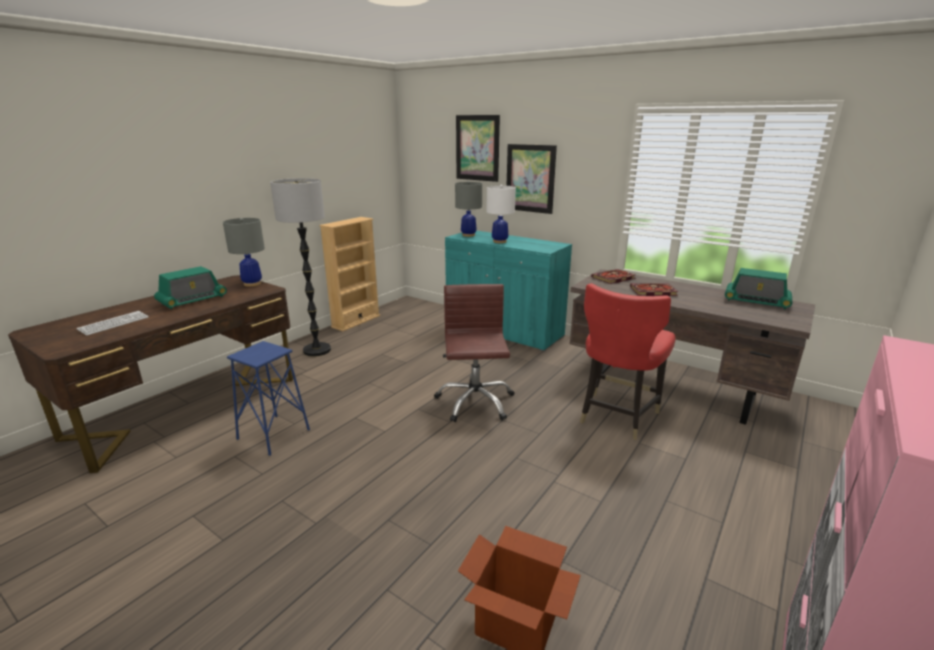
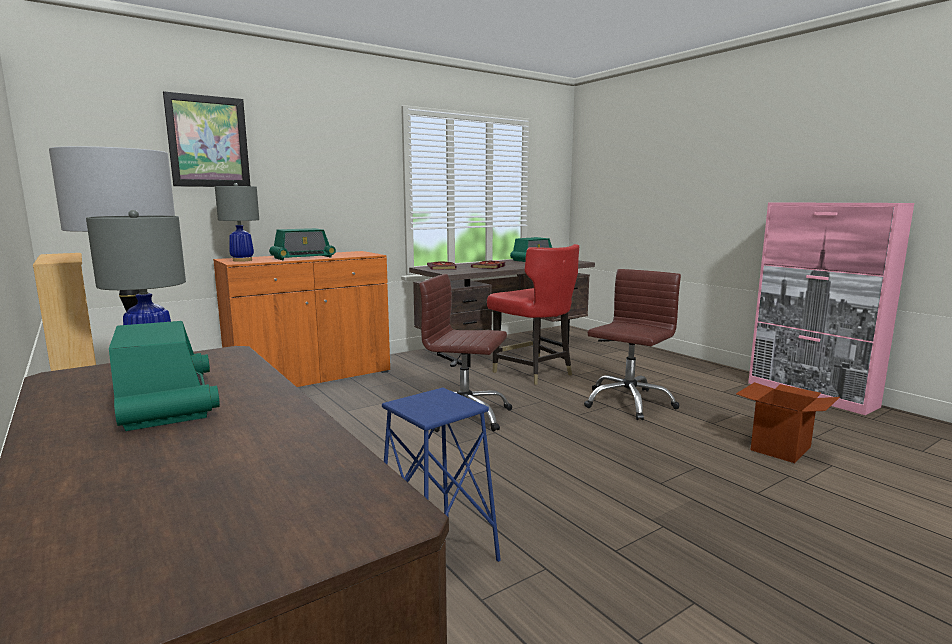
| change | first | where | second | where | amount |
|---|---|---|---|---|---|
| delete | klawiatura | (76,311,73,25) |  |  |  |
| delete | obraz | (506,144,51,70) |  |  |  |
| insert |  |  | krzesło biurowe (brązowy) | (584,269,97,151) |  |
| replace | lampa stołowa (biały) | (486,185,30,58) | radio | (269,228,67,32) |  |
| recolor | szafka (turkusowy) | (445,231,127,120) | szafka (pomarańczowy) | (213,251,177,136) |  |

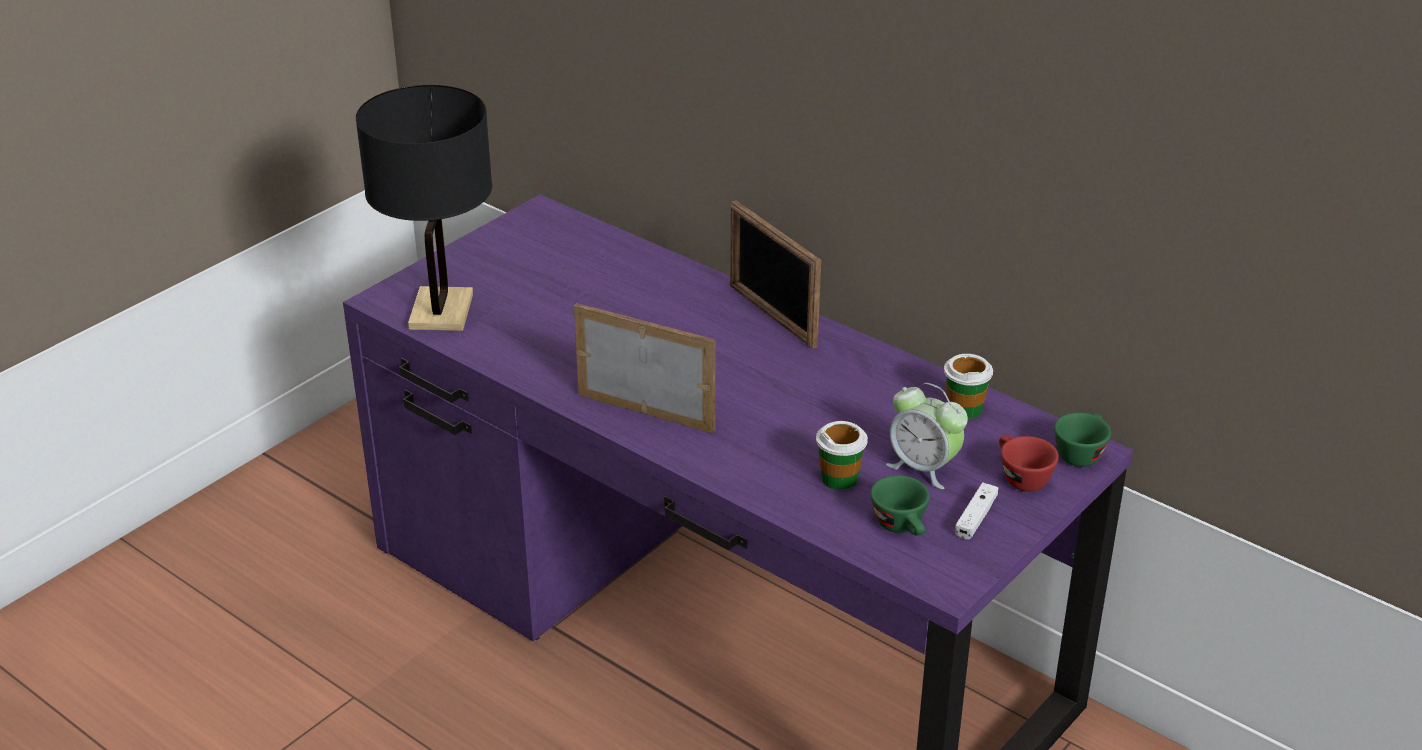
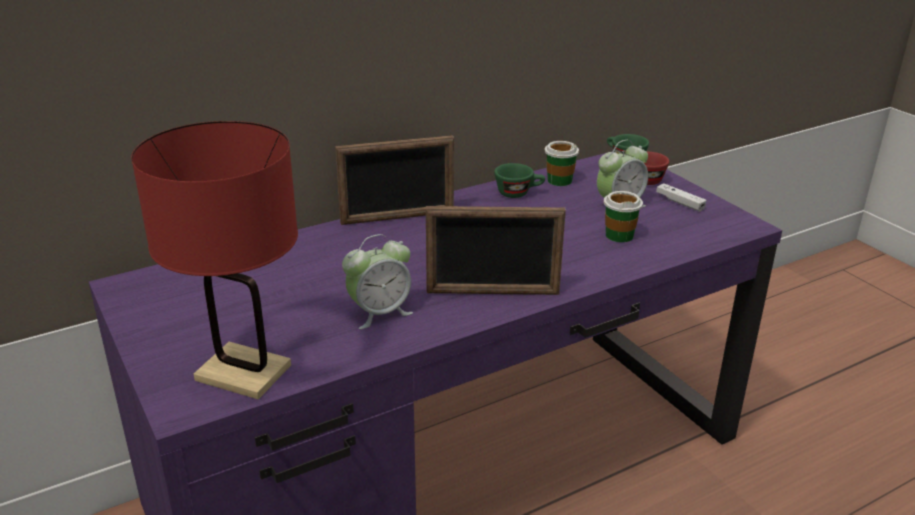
| change | first | where | second | where | amount |
|---|---|---|---|---|---|
| insert |  |  | budzik | (342,234,71,95) |  |
| move | filiżanka (zielony) | (871,475,59,60) |  | (494,163,51,35) |  |
| recolor | lampa stołowa (czarny) | (356,85,136,246) | lampa stołowa (czerwony) | (131,121,167,279) |  |
| rotate | ramka na zdjęcie | (574,303,141,130) |  | (426,206,140,89) | 135 degrees counterclockwise |

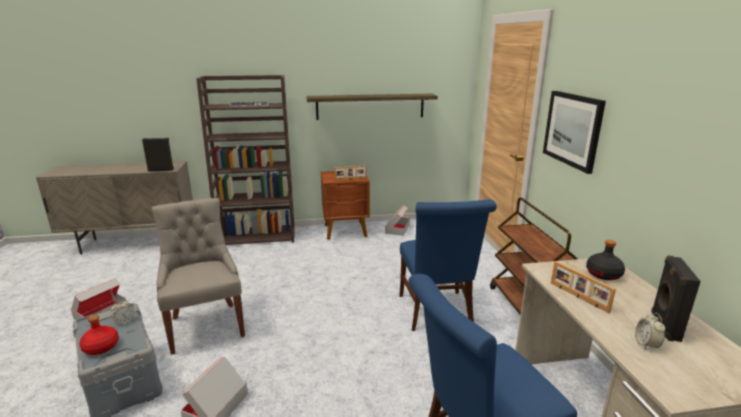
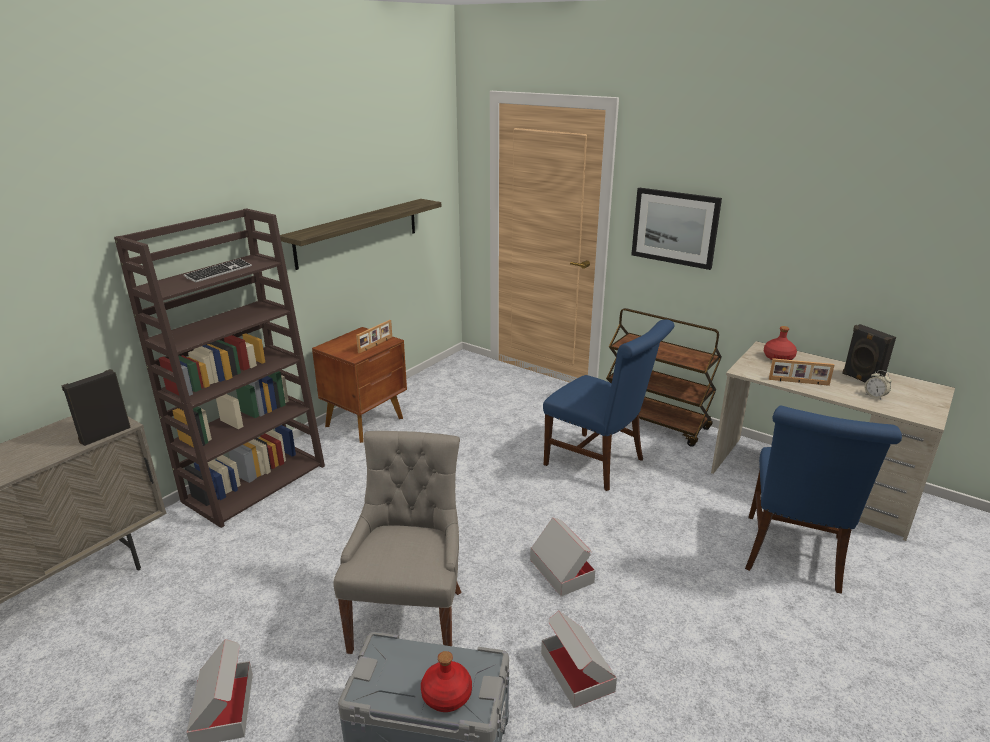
| change | first | where | second | where | amount |
|---|---|---|---|---|---|
| delete | budzik | (111,299,23,27) |  |  |  |
| move | karton | (385,205,25,31) |  | (530,517,65,80) |  |
| recolor | butelka (czarny) | (586,240,39,40) | butelka (czerwony) | (764,326,33,34) |  |
| rotate | krzesło (szary) | (152,198,93,157) |  | (333,431,129,223) | 75 degrees clockwise |

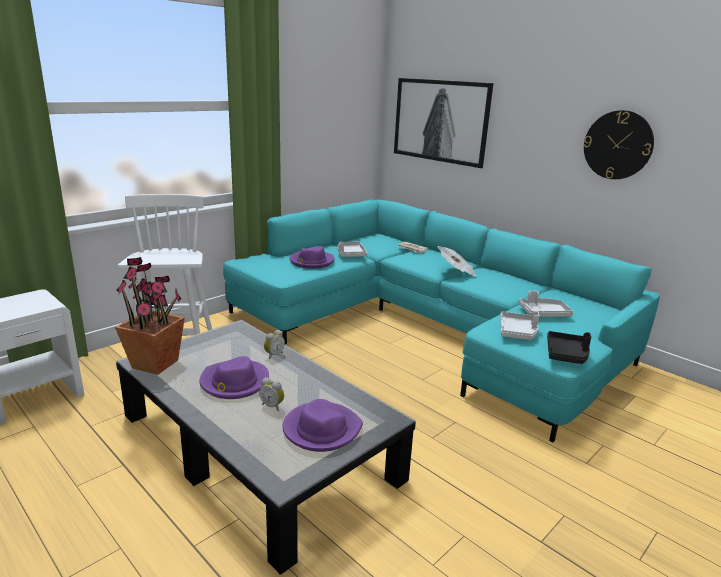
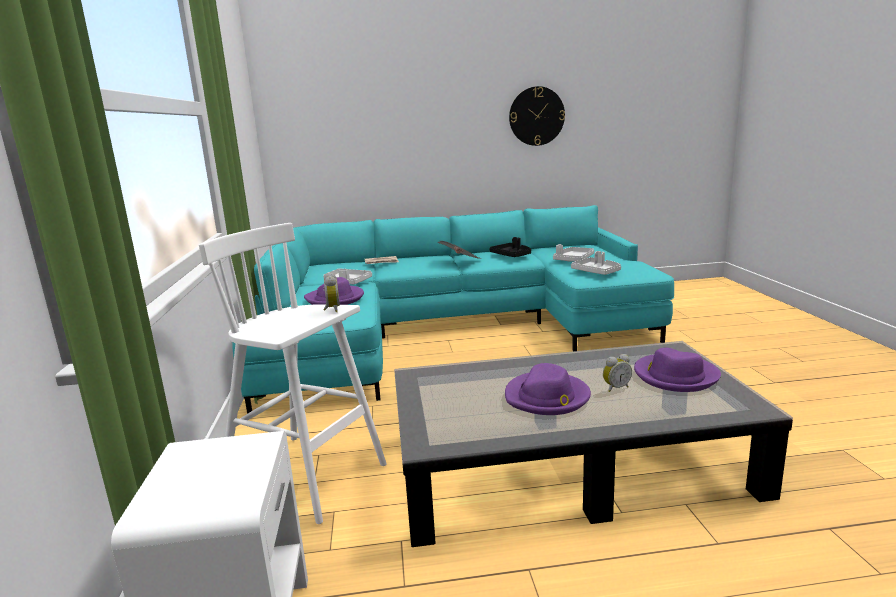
| change | first | where | second | where | amount |
|---|---|---|---|---|---|
| delete | roślina doniczkowa | (115,257,70,118) |  |  |  |
| delete | obraz | (394,78,99,90) |  |  |  |
| move | budzik | (264,330,21,29) |  | (324,272,16,40) |  |
| move | taca (czarny) | (547,331,44,33) |  | (490,237,41,20) |  |

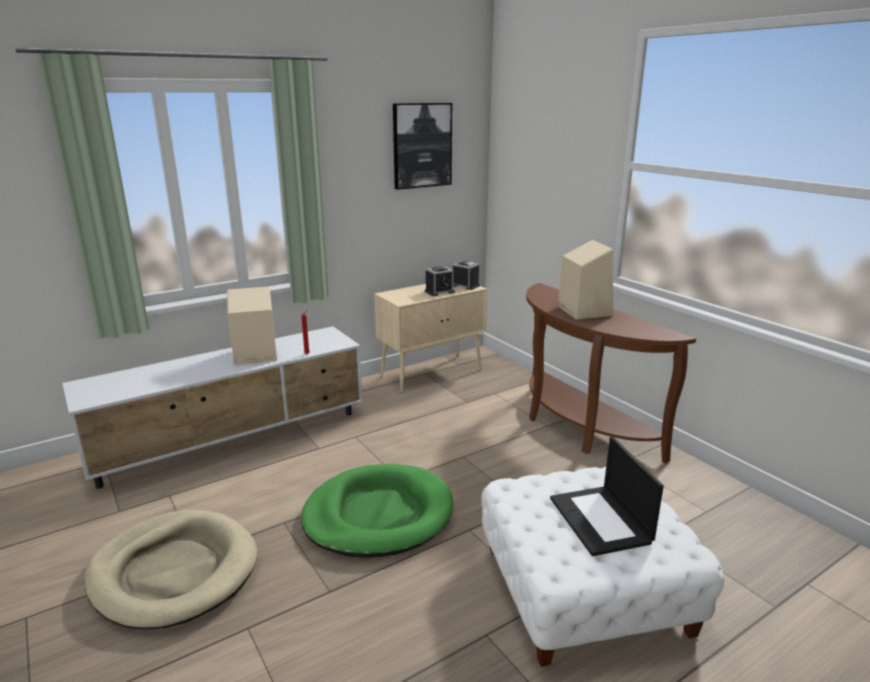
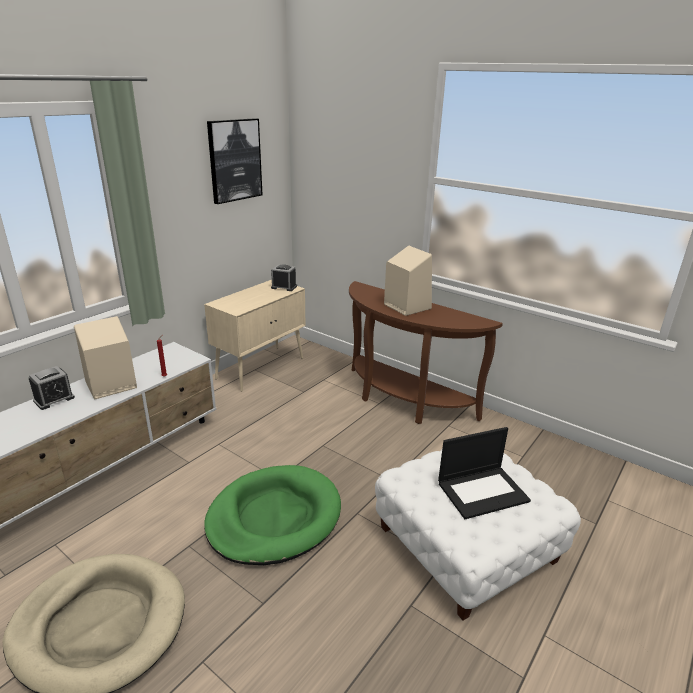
| change | first | where | second | where | amount |
|---|---|---|---|---|---|
| move | budzik | (425,266,30,30) |  | (29,366,46,44) |  |
| rotate | laptop | (550,437,114,119) |  | (438,427,93,92) | 75 degrees counterclockwise |

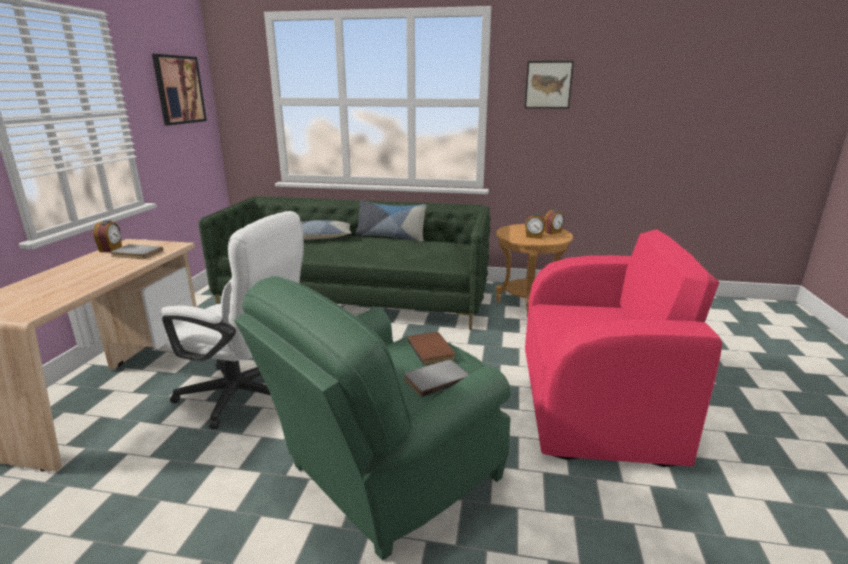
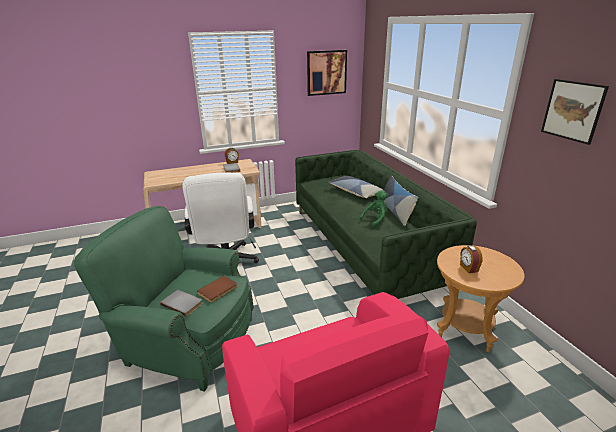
| change | first | where | second | where | amount |
|---|---|---|---|---|---|
| delete | budzik | (544,210,21,25) |  |  |  |
| insert |  |  | pluszak (zielony) | (359,190,29,38) |  |

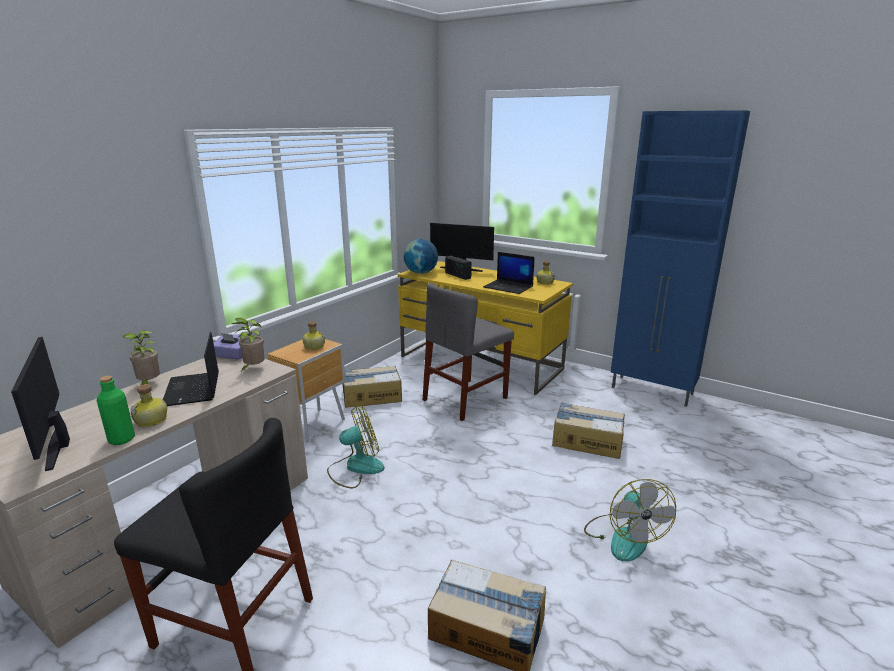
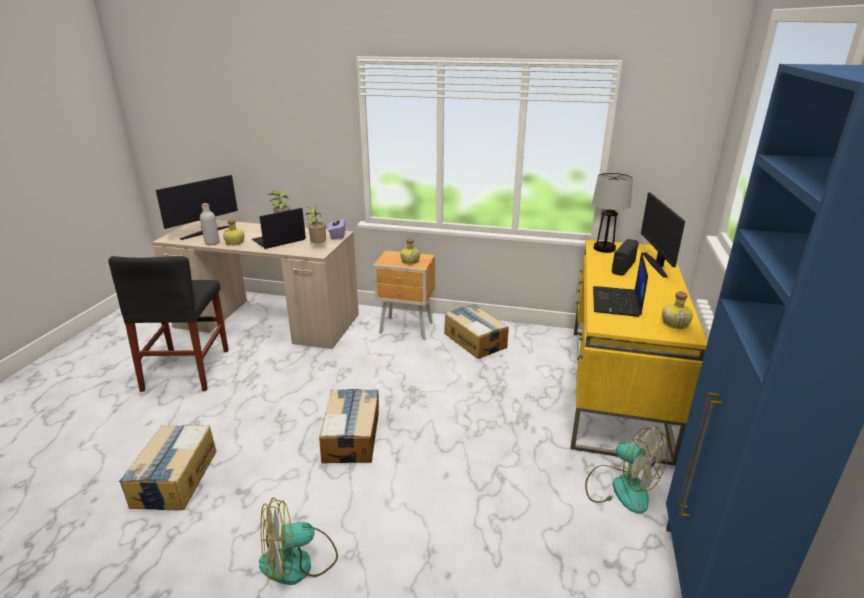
| change | first | where | second | where | amount |
|---|---|---|---|---|---|
| delete | krzesło (szary) | (423,283,91,138) |  |  |  |
| move | wentylator | (327,405,57,83) |  | (585,426,84,88) |  |
| move | karton | (552,402,73,57) |  | (319,389,60,74) |  |
| replace | globus | (404,239,34,35) | lampa stołowa | (592,173,41,80) |  |
| recolor | butelka (zielony) | (97,376,38,69) | butelka (szary) | (200,203,20,42) |  |

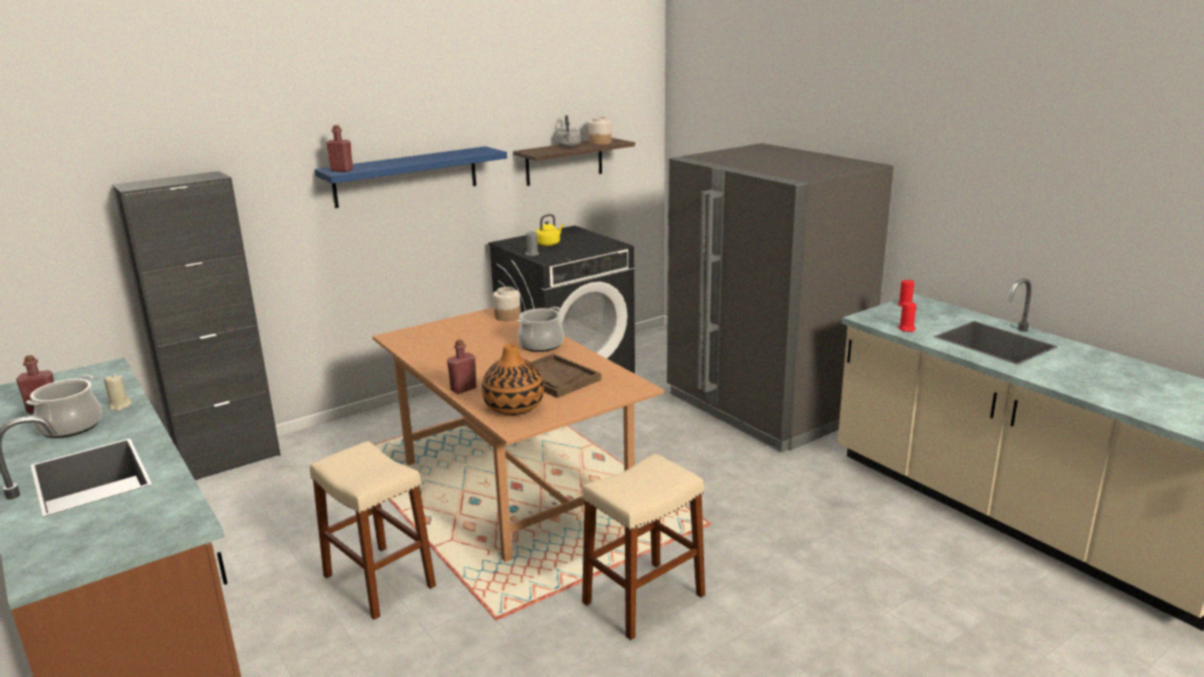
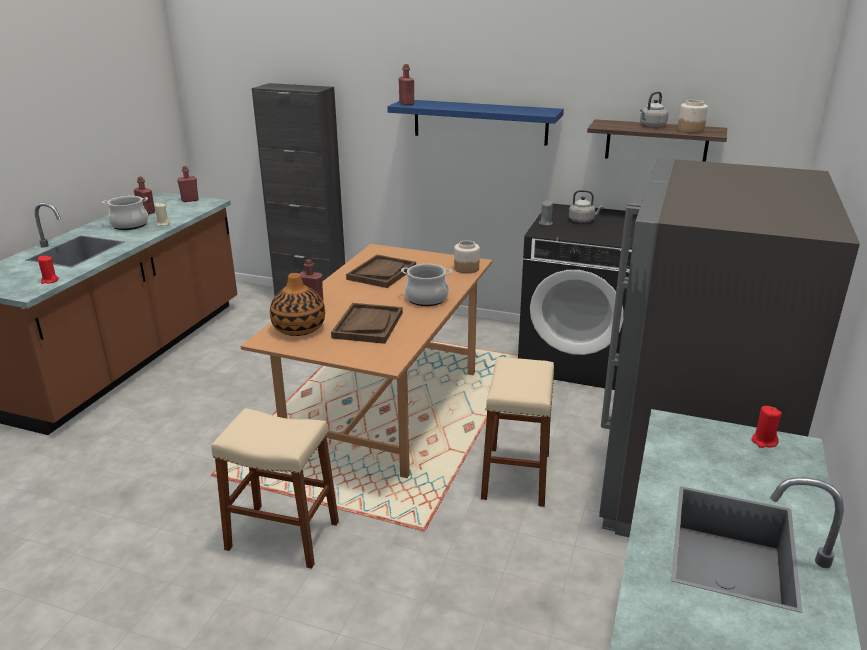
| change | first | where | second | where | amount |
|---|---|---|---|---|---|
| insert |  |  | butelka (czerwony) | (177,166,22,36) |  |
| insert |  |  | taca (brązowy) | (346,255,70,33) |  |
| move | stołek (beżowy) | (310,441,126,179) |  | (481,357,73,150) |  |
| move | świeca (czerwony) | (898,302,18,30) |  | (38,255,21,29) |  |
| recolor | czajnik (żółty) | (535,214,29,32) | czajnik (szary) | (569,190,34,33) |  |

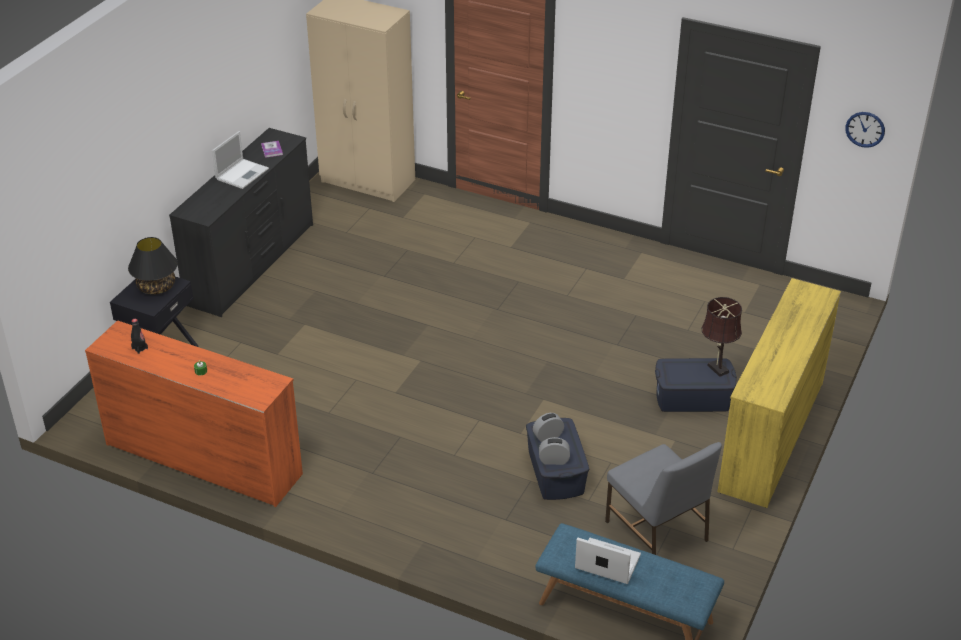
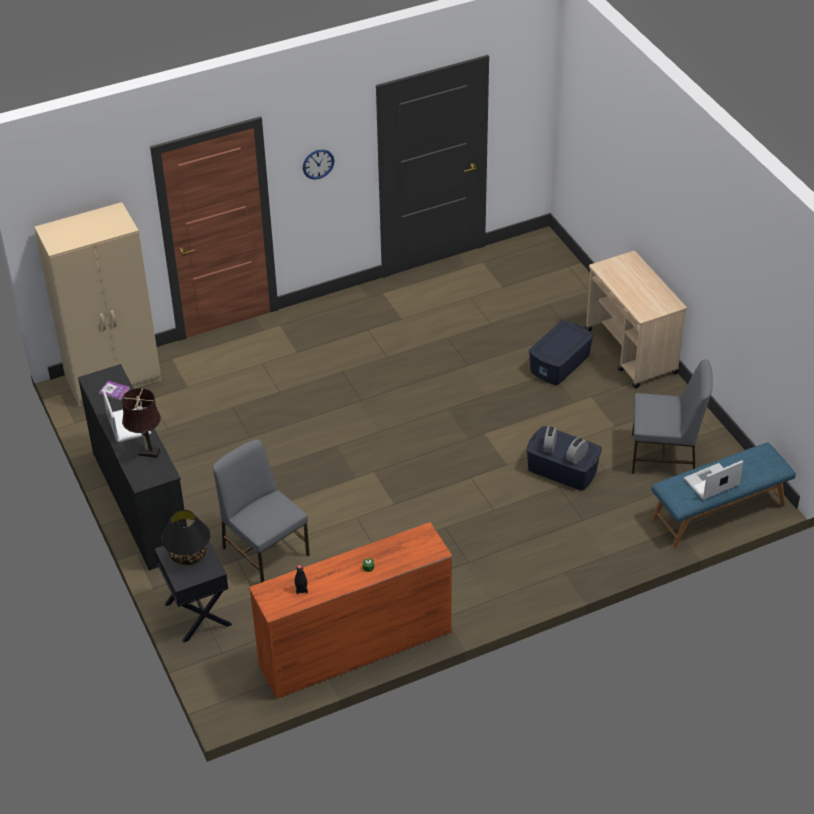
| change | first | where | second | where | amount |
|---|---|---|---|---|---|
| insert |  |  | krzesło (szary) | (213,440,97,143) |  |
| move | lampa stołowa (brązowy) | (701,297,41,80) |  | (121,388,40,70) |  |
| move | zegar ścienny | (845,112,40,36) |  | (303,149,32,30) |  |
| replace | komoda (żółty) | (718,278,123,230) | wózek (beżowy) | (585,251,102,138) |  |

